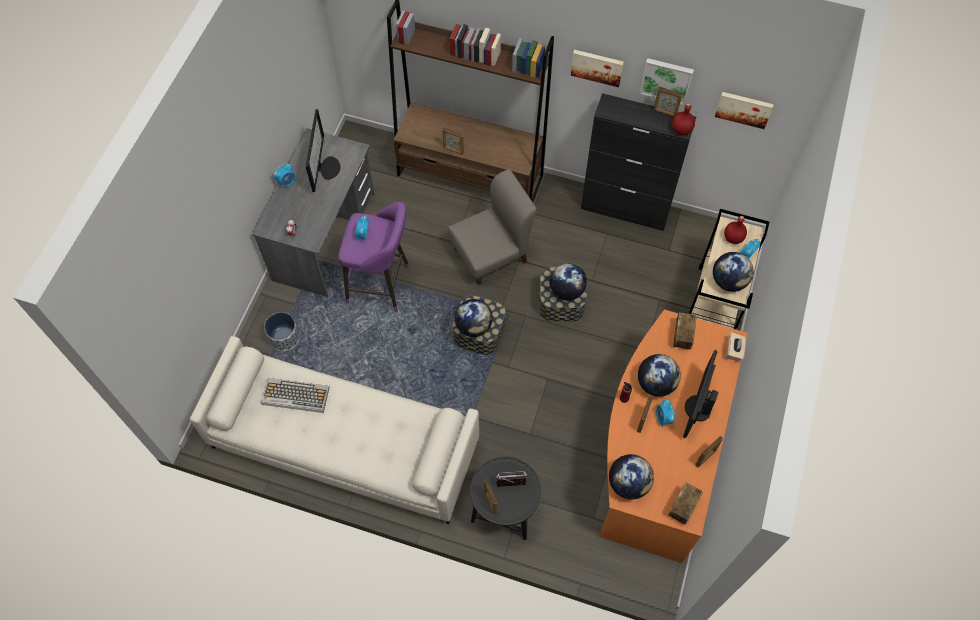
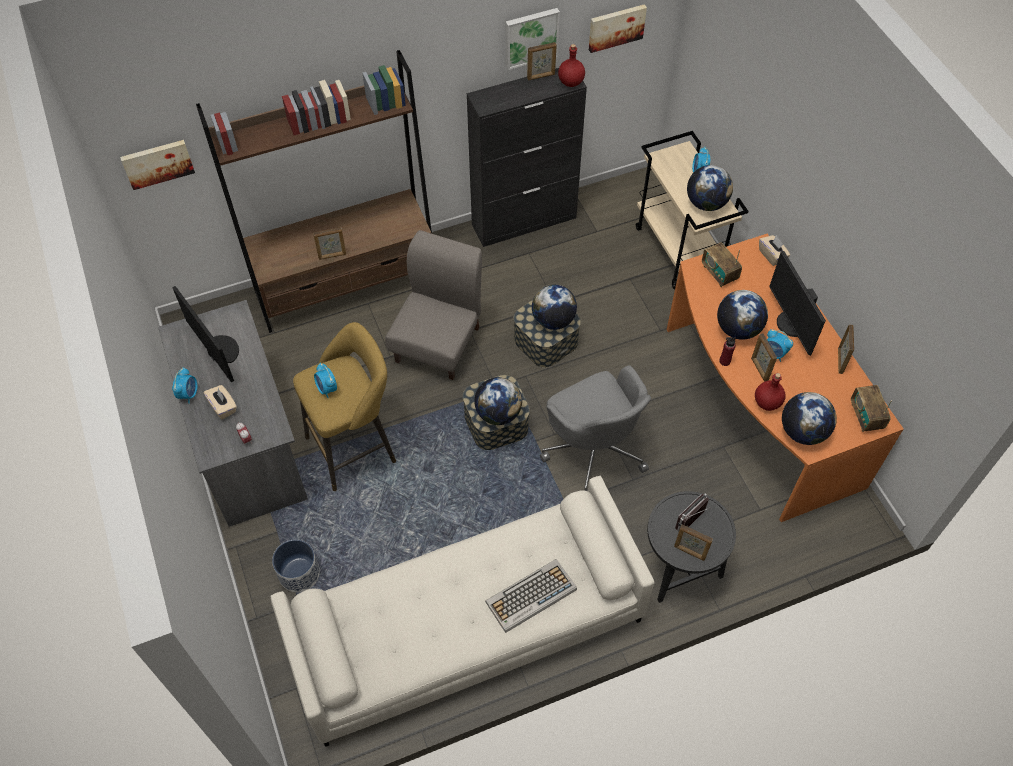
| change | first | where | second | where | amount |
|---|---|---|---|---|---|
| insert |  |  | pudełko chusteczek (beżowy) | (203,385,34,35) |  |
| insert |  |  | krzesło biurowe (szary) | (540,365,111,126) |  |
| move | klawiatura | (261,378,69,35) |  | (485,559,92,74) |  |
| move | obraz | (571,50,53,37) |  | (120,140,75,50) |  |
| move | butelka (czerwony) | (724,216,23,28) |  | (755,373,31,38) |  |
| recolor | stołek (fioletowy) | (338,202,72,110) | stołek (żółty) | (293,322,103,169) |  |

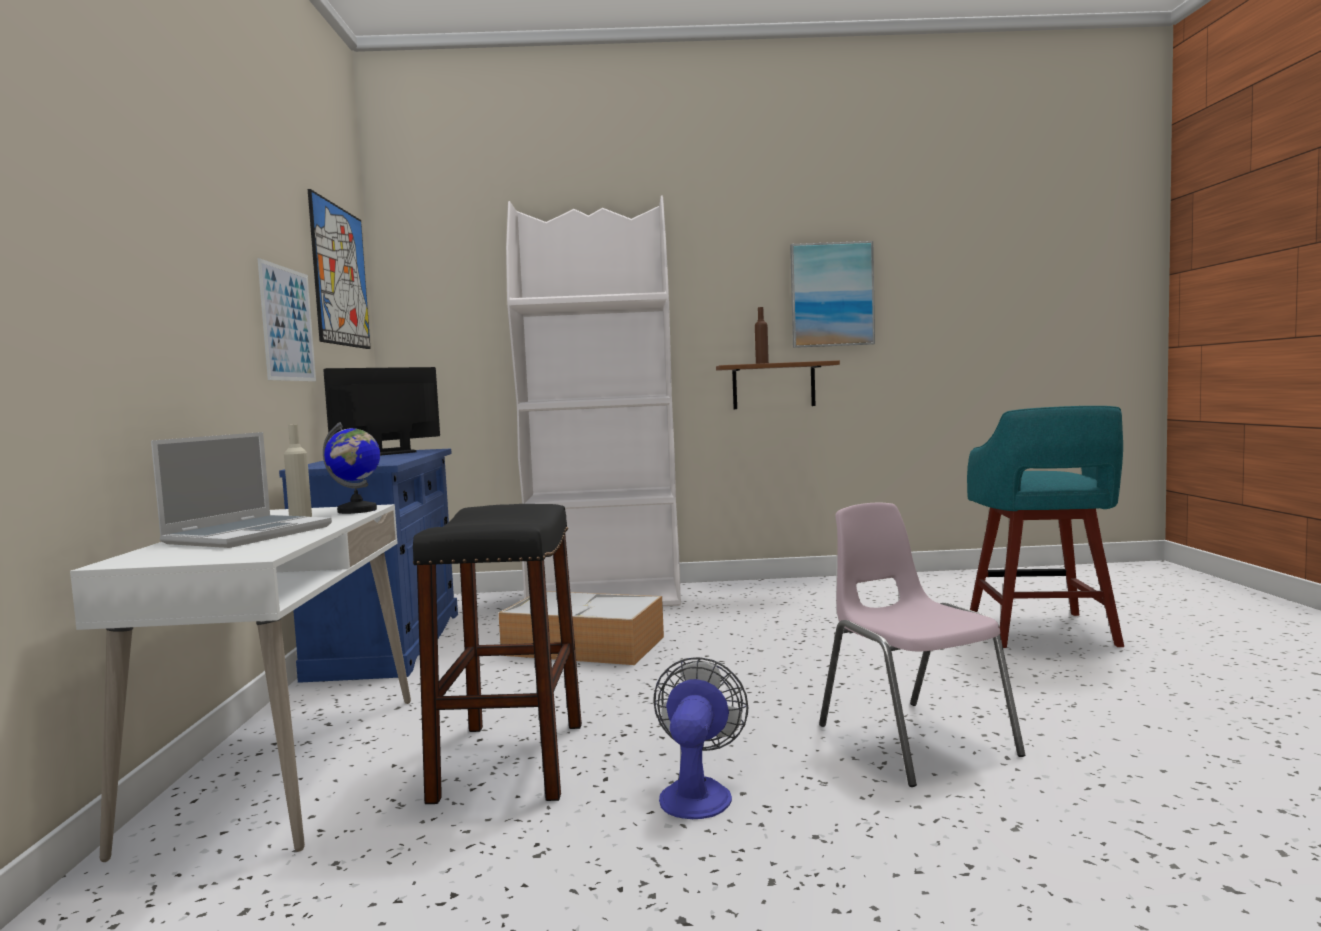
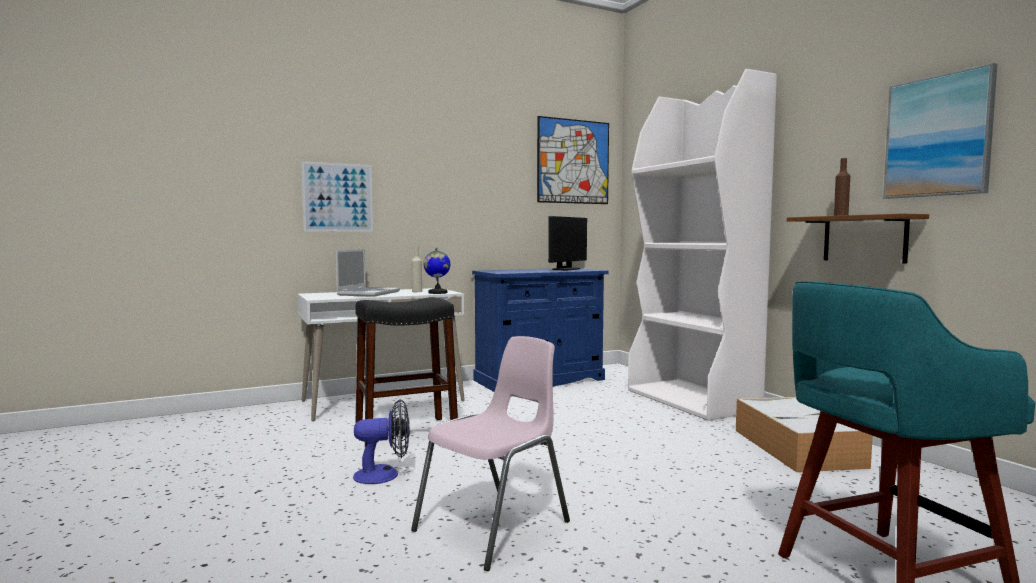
| change | first | where | second | where | amount |
|---|---|---|---|---|---|
| move | obraz | (257,258,59,123) |  | (301,161,72,71) |  |
| move | pojemnik do przechowywania | (499,591,165,74) |  | (736,397,137,75) |  |
| rotate | laptop | (151,432,181,116) |  | (336,249,64,48) | 75 degrees counterclockwise |
| rotate | monitor | (323,367,117,89) |  | (548,216,39,54) | 105 degrees clockwise |

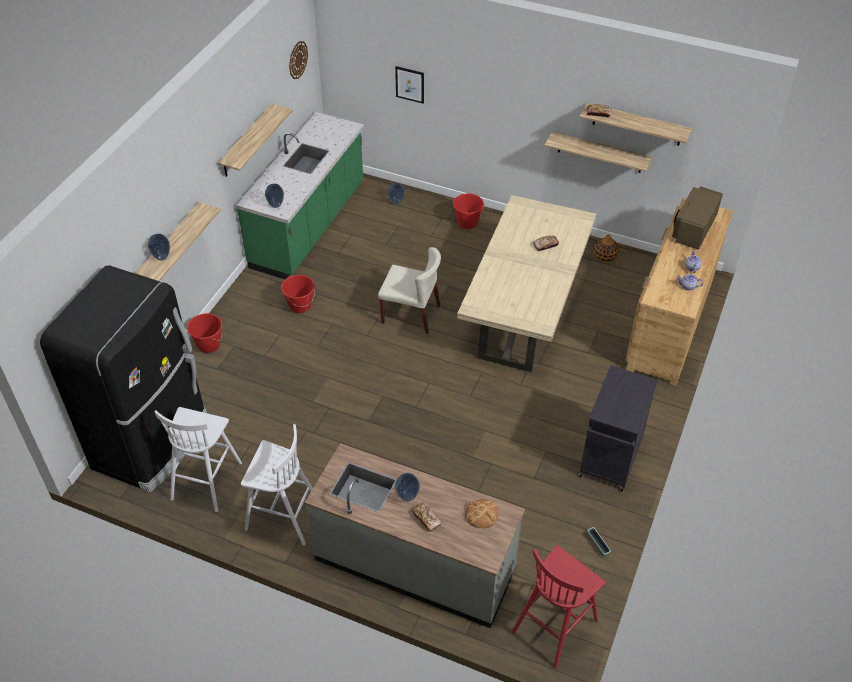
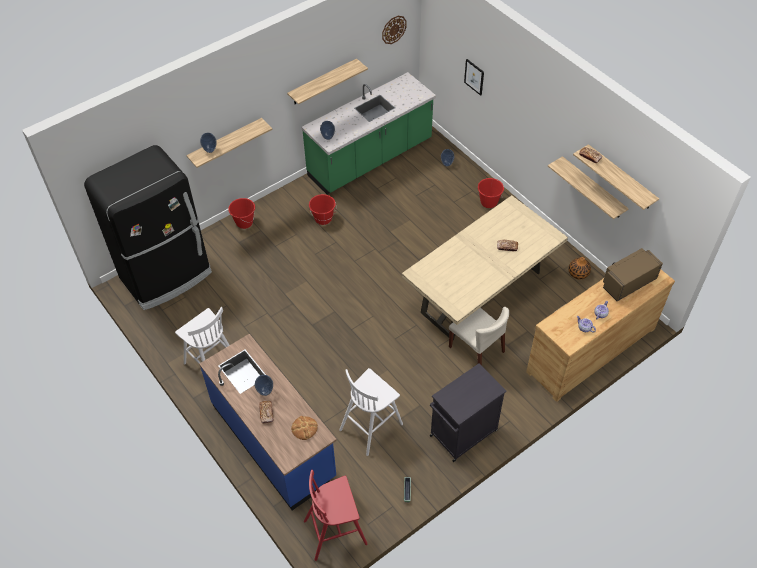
| change | first | where | second | where | amount |
|---|---|---|---|---|---|
| move | stołek (biały) | (154,407,88,105) |  | (339,368,64,88) |  |
| move | krzesło (beżowy) | (378,247,63,87) |  | (449,307,60,59) |  |
| recolor | zabudowa kuchenna (szary) | (305,443,220,185) | zabudowa kuchenna (niebieski) | (199,334,138,176) |  |

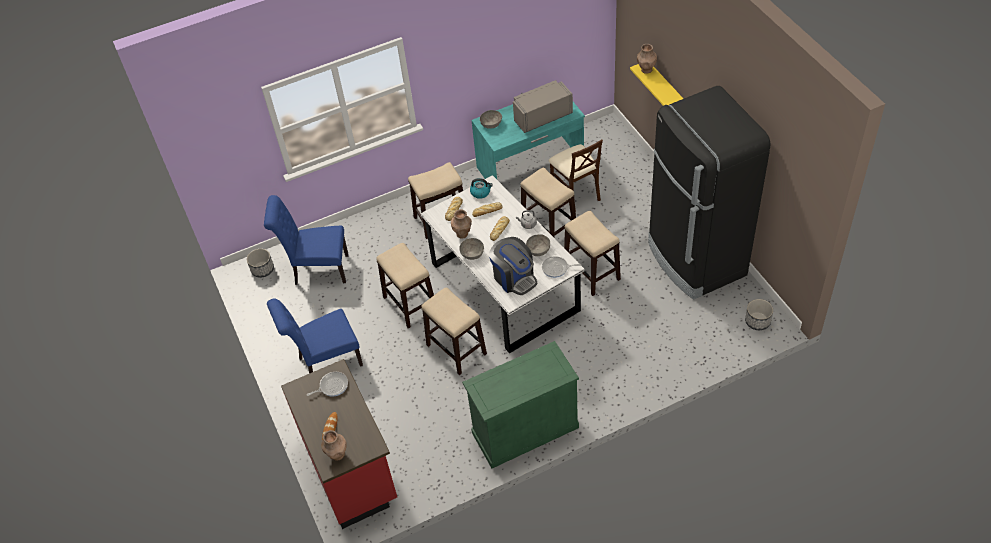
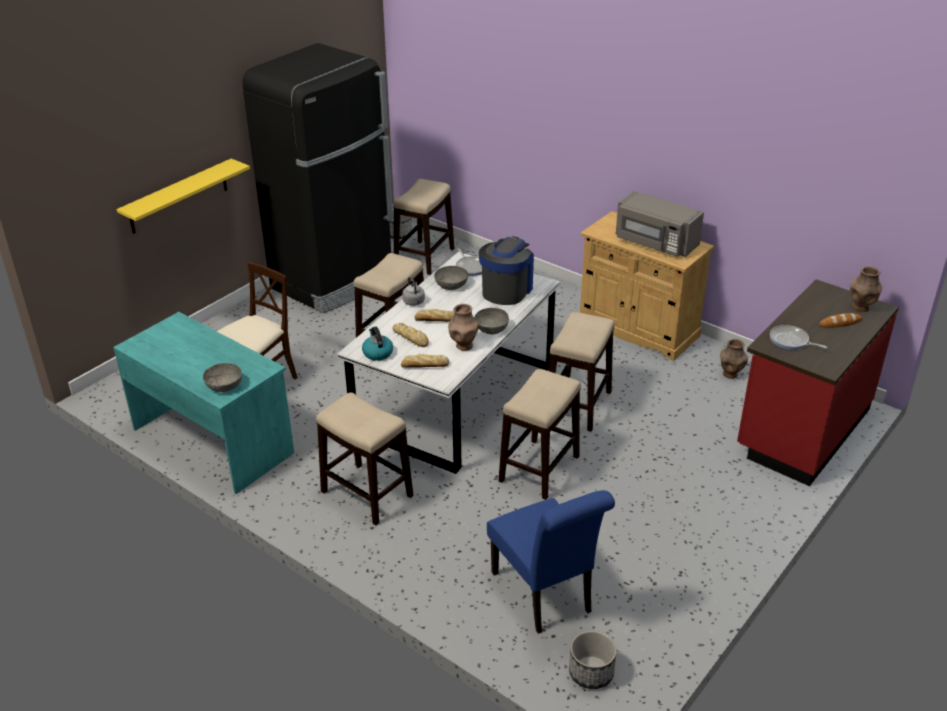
| change | first | where | second | where | amount |
|---|---|---|---|---|---|
| delete | krzesło (niebieski) | (267,298,96,76) |  |  |  |
| move | mikrofalówka (szary) | (513,80,60,53) |  | (616,191,88,66) |  |
| move | stołek | (520,168,56,69) |  | (393,179,61,96) |  |
| move | wazon (brązowy) | (637,44,20,30) |  | (720,339,28,40) |  |
| recolor | szafka (zielony) | (462,341,117,127) | szafka (beżowy) | (579,211,135,150) |  |

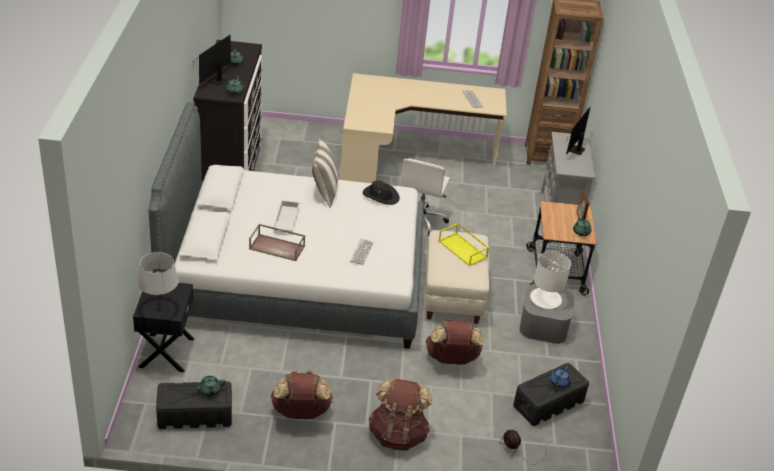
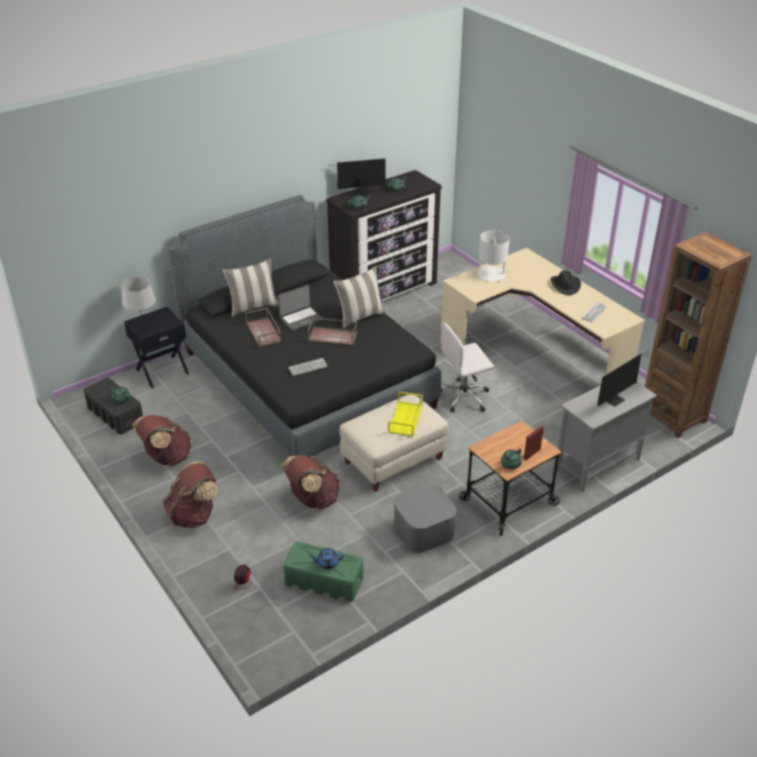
| change | first | where | second | where | amount |
|---|---|---|---|---|---|
| insert |  |  | poduszka | (223,258,56,59) |  |
| insert |  |  | taca (brązowy) | (308,317,50,28) |  |
| move | kapelusz (czarny) | (363,181,37,24) |  | (550,270,31,25) |  |
| move | lampa stołowa (biały) | (530,251,41,58) |  | (477,230,33,52) |  |
| replace | taca (biały) | (273,200,27,32) | laptop | (278,284,45,47) |  |
| recolor | łóżko (biały) | (149,102,275,247) | łóżko (czarny) | (168,195,273,262) |  |
| recolor | pojemnik do przechowywania (czarny) | (513,363,76,63) | pojemnik do przechowywania (zielony) | (283,541,80,61) |  |
| rotate | monitor | (566,106,25,49) |  | (597,351,52,56) | 150 degrees clockwise |

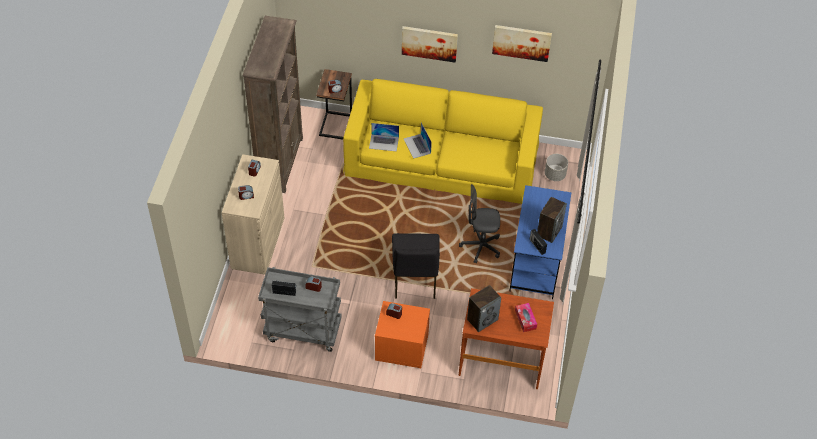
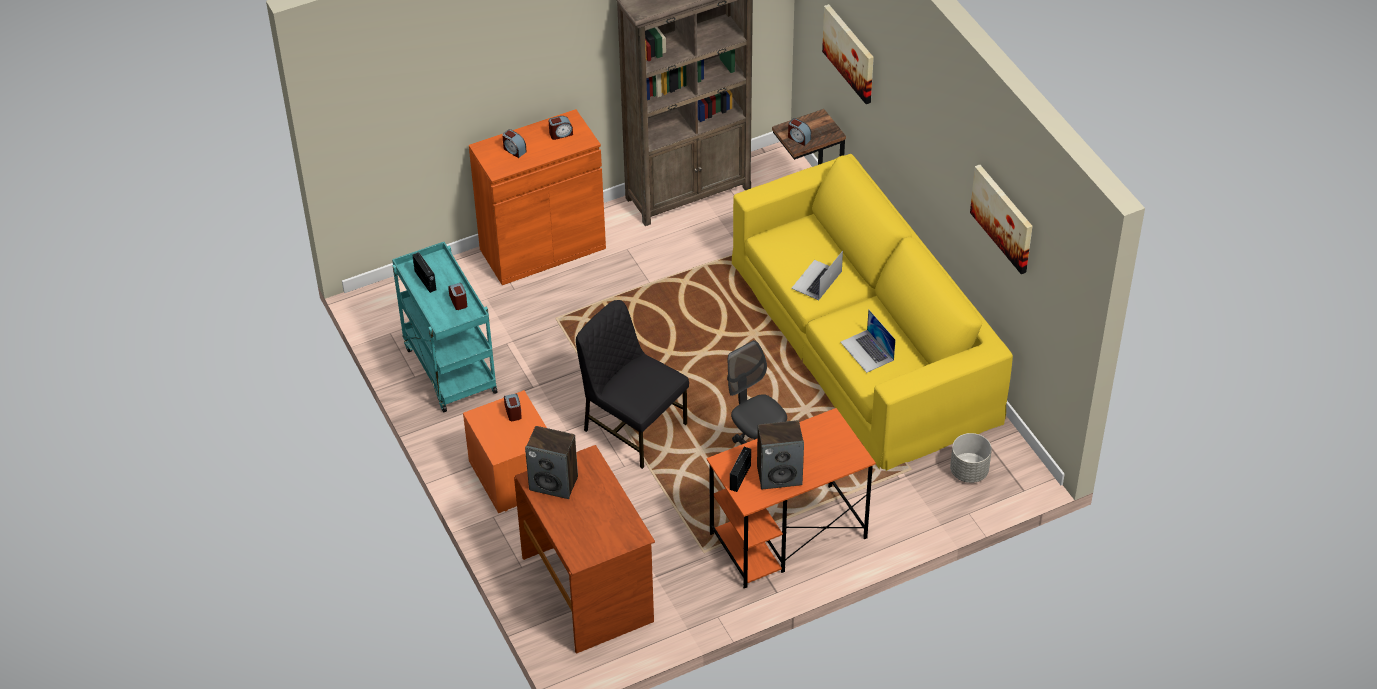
| change | first | where | second | where | amount |
|---|---|---|---|---|---|
| delete | pudełko chusteczek | (515,303,22,29) |  |  |  |
| move | laptop | (369,123,30,29) |  | (841,309,55,64) |  |
| move | obraz | (402,26,56,37) |  | (822,4,52,100) |  |
| recolor | szafka (beżowy) | (222,154,62,121) | szafka (pomarańczowy) | (469,109,137,176) |  |
| recolor | wózek (szary) | (258,267,84,85) | wózek (turkusowy) | (392,242,106,170) |  |
| recolor | biurko (niebieski) | (509,185,62,114) | biurko (pomarańczowy) | (707,408,169,180) |  |
| rotate | krzesło (czarny) | (392,233,48,66) |  | (576,300,113,169) | 75 degrees clockwise |

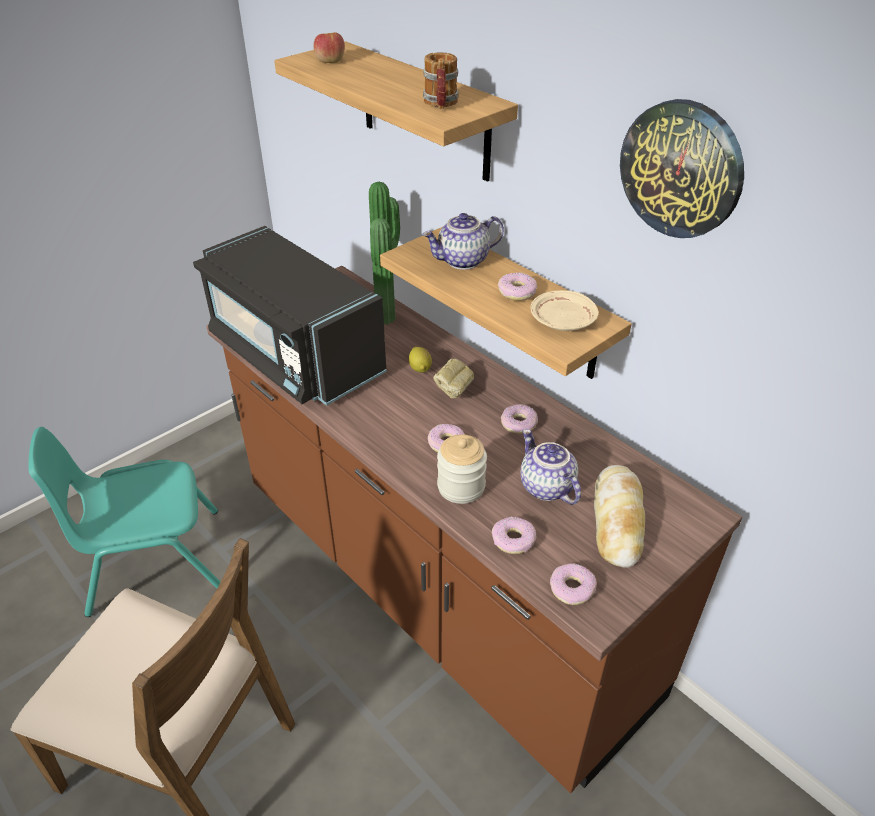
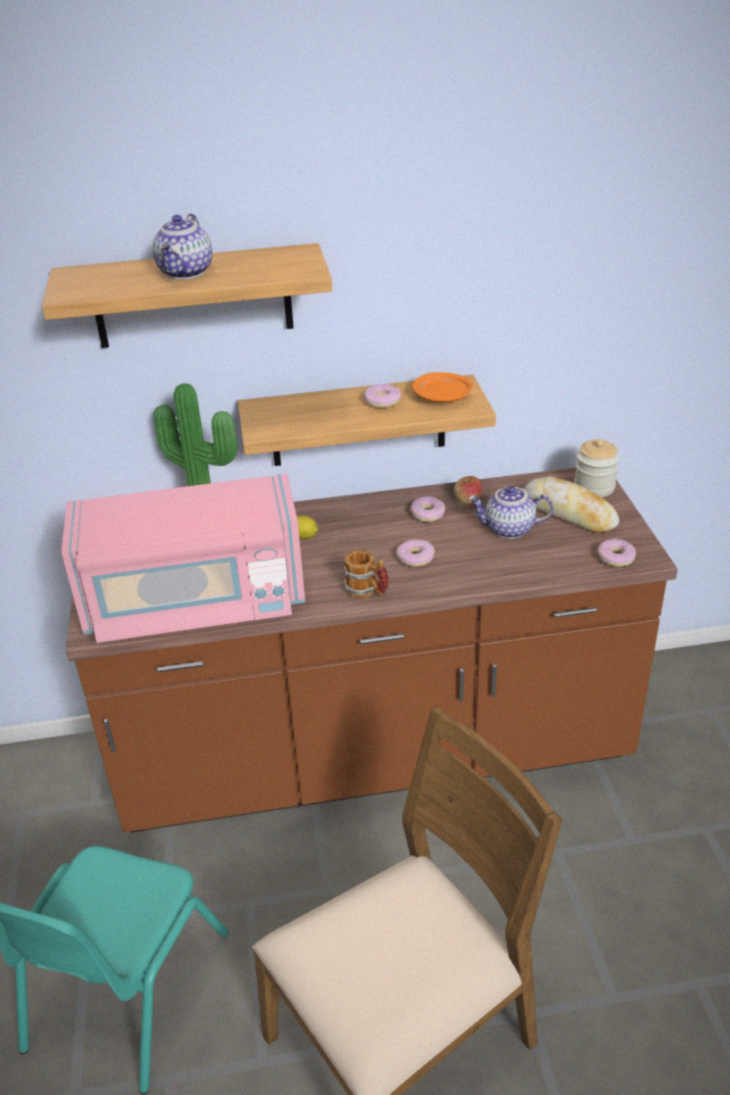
| change | first | where | second | where | amount |
|---|---|---|---|---|---|
| delete | chleb | (433,359,41,39) |  |  |  |
| delete | donut | (492,517,44,37) |  |  |  |
| delete | zegar ścienny | (620,99,124,139) |  |  |  |
| move | jabłko | (313,32,32,31) |  | (454,476,28,29) |  |
| move | imbryk | (422,213,82,57) |  | (153,214,59,65) |  |
| move | kubek | (423,52,36,57) |  | (344,550,45,48) |  |
| move | słoik | (437,434,50,70) |  | (574,439,45,58) |  |
| recolor | mikrofalówka (czarny) | (193,226,193,180) | mikrofalówka (różowy) | (61,474,244,169) |  |
| recolor | talerz (beżowy) | (531,290,68,41) | talerz (pomarańczowy) | (412,372,61,30) |  |

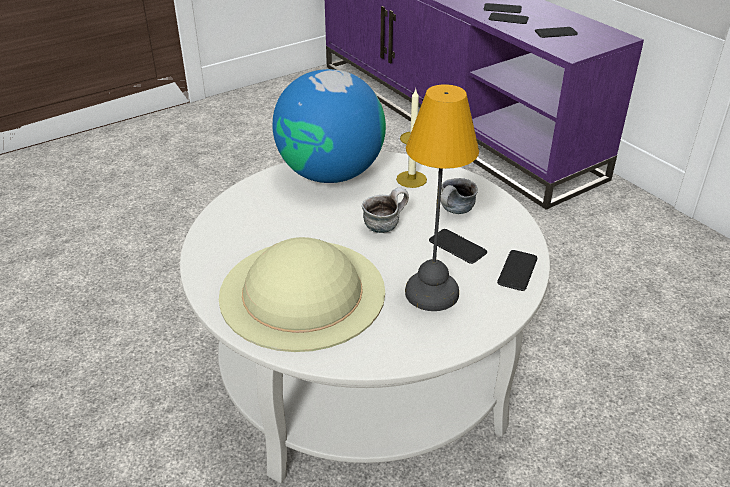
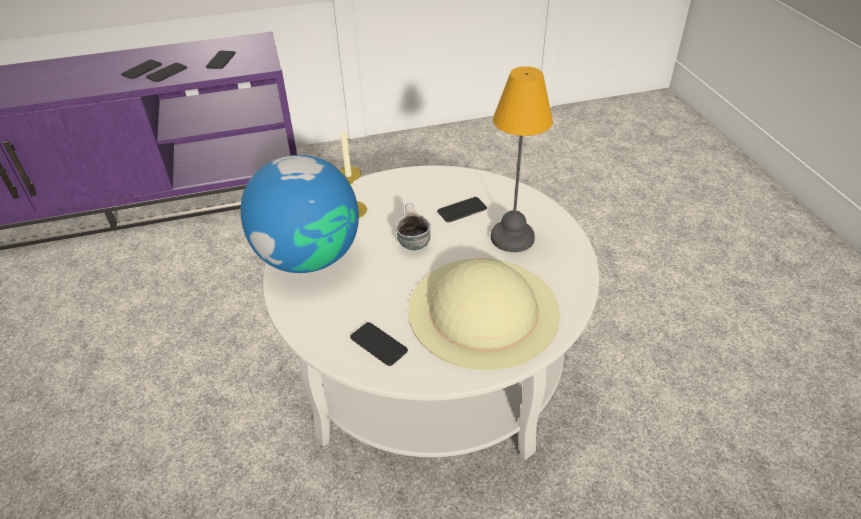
| change | first | where | second | where | amount |
|---|---|---|---|---|---|
| delete | kubek | (440,178,38,36) |  |  |  |
| move | telefon | (497,250,40,41) |  | (350,322,58,44) |  |

